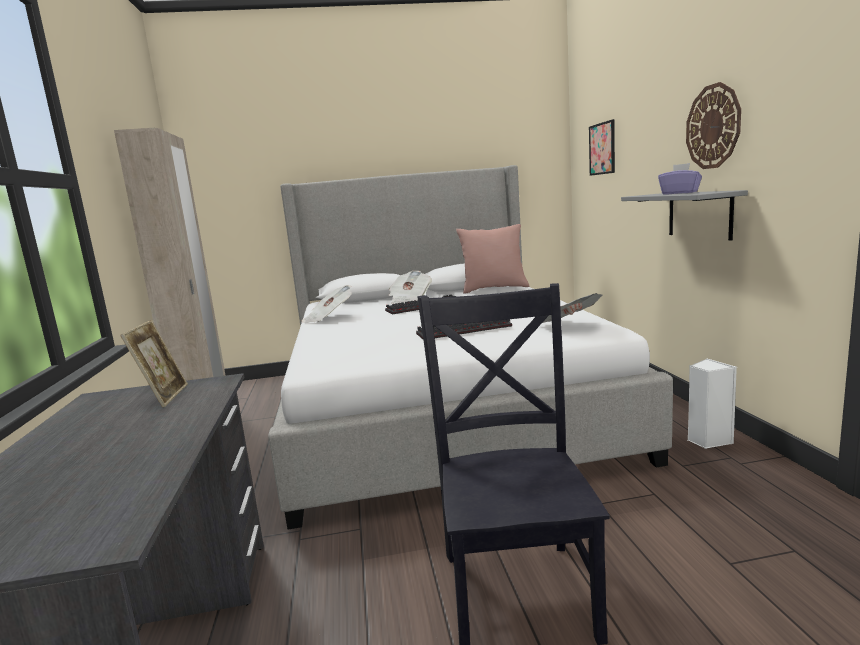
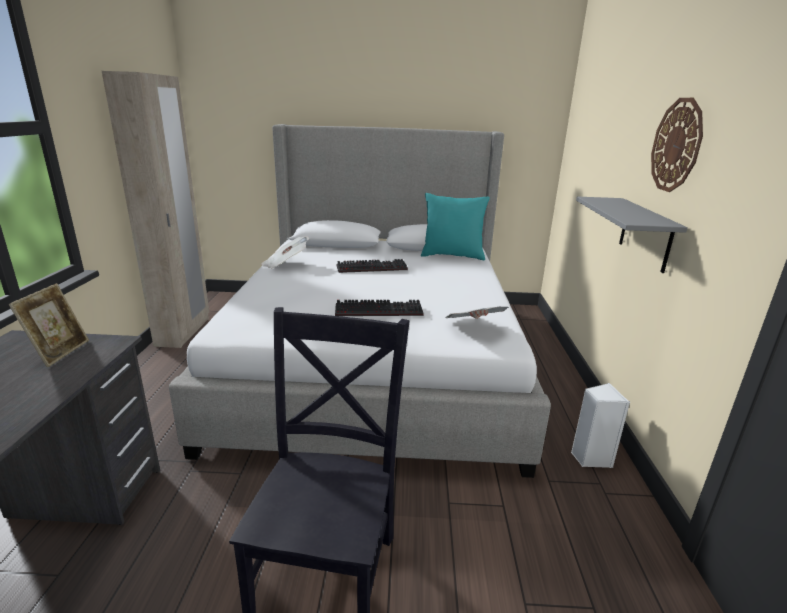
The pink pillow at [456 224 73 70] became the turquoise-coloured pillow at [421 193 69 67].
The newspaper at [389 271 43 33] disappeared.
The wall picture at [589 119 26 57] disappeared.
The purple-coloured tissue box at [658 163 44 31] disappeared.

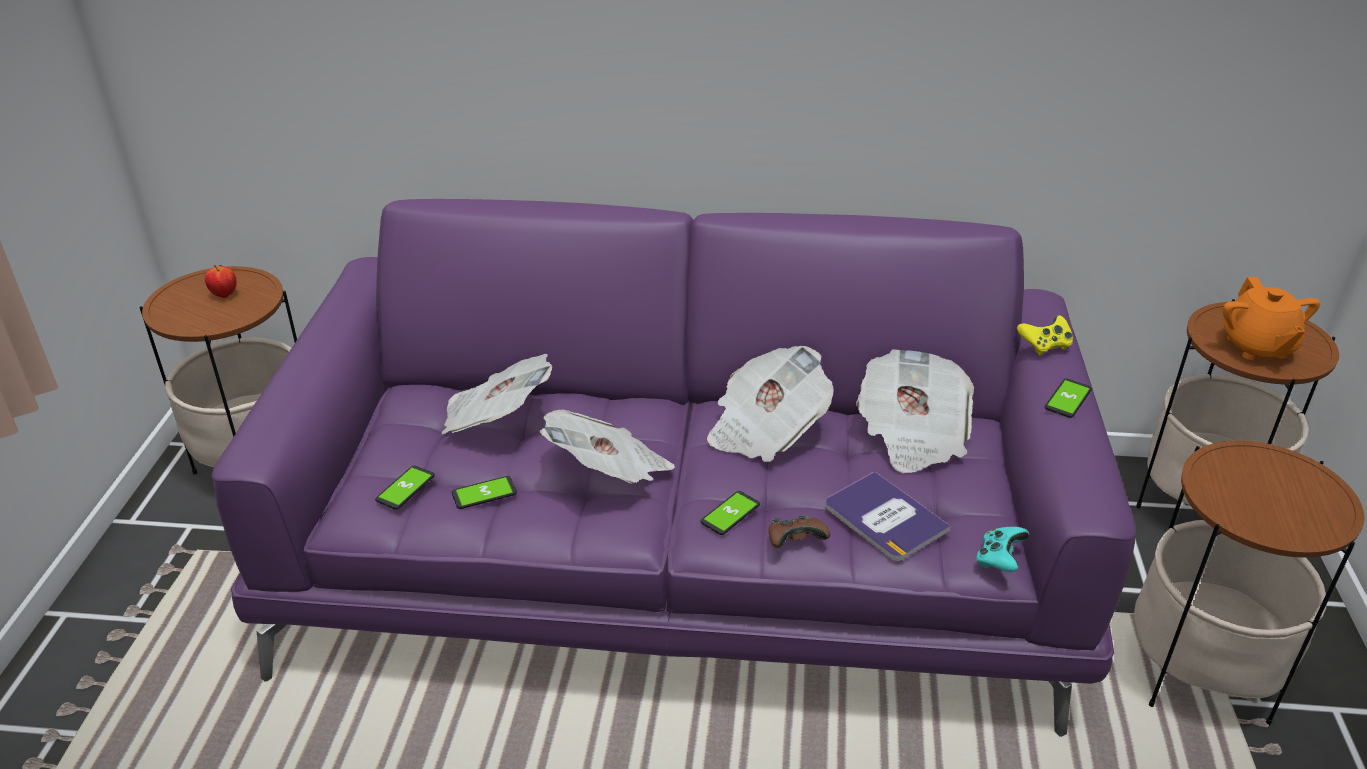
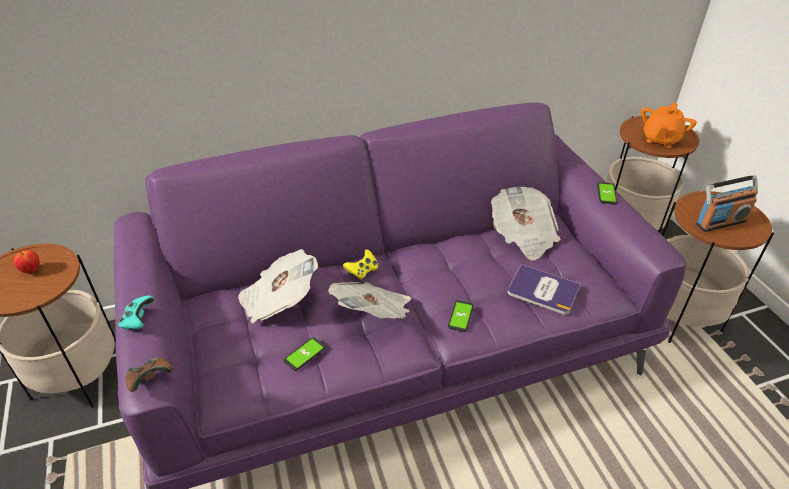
The turquoise-coloured game controller moved from [976 527 53 45] to [118 296 36 33].
The brownish game controller moved from [769 516 61 32] to [126 357 47 35].
The yellow-coloured game controller moved from [1017 315 56 41] to [343 249 35 31].
The orange-coloured pot for tea at [1223 277 97 83] turned 60 degrees clockwise.
The radio set at [696 175 62 57] appeared.
The handset at [375 466 60 43] disappeared.
The newspaper at [707 346 127 116] disappeared.

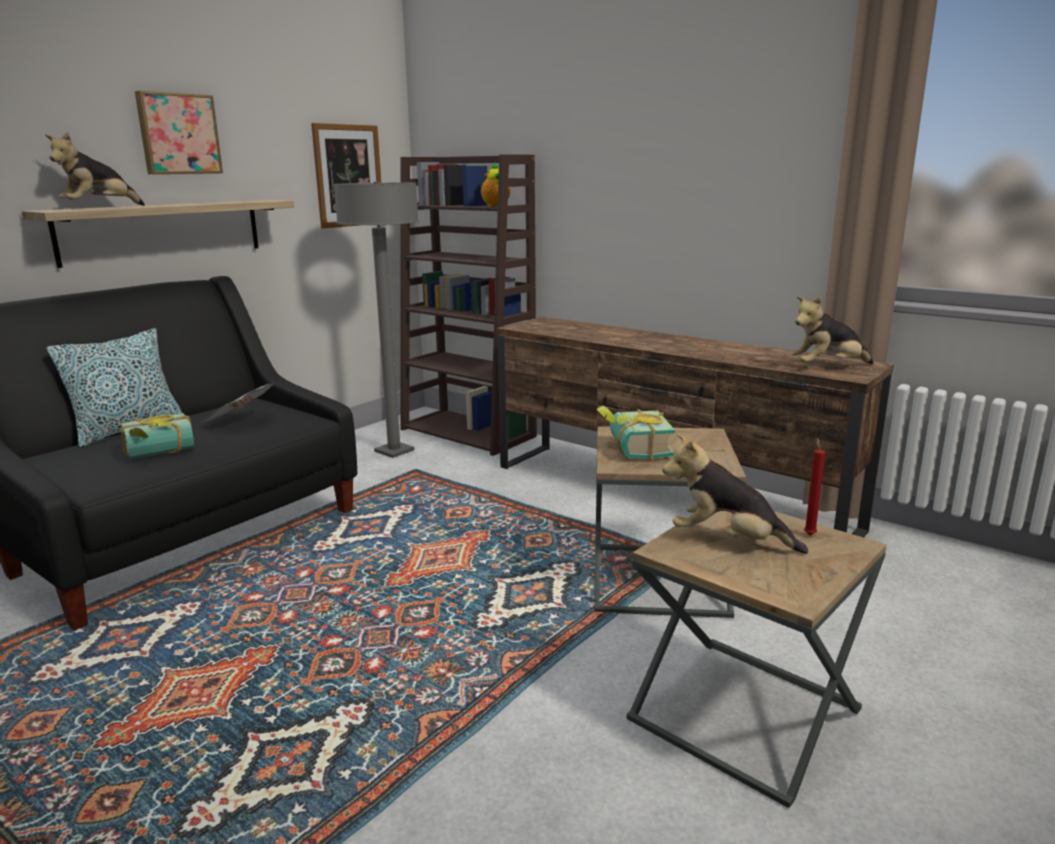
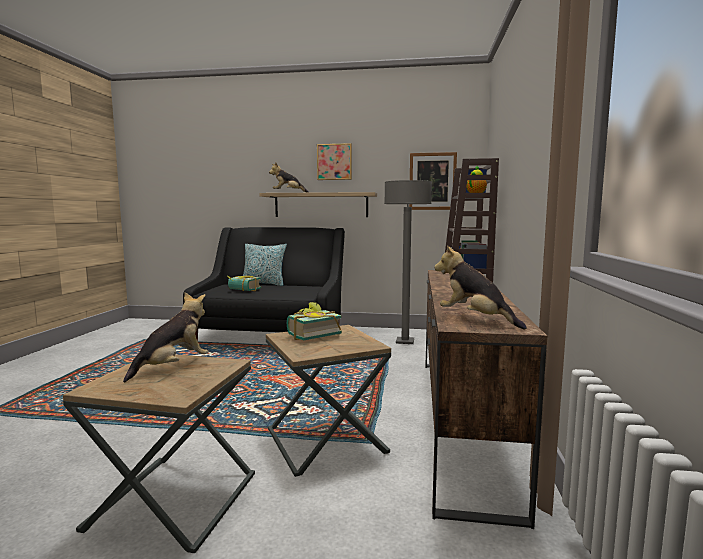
The cuddly toy at [662 434 146 120] turned 45 degrees clockwise.
The newspaper at [201 383 73 40] disappeared.
The reddish candle at [804 438 21 97] disappeared.

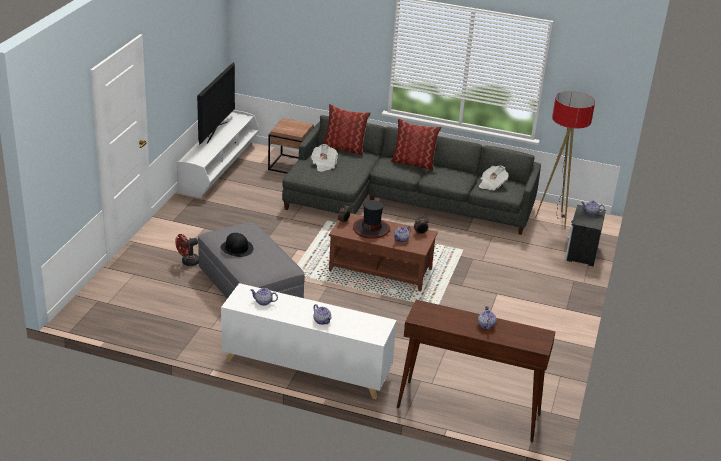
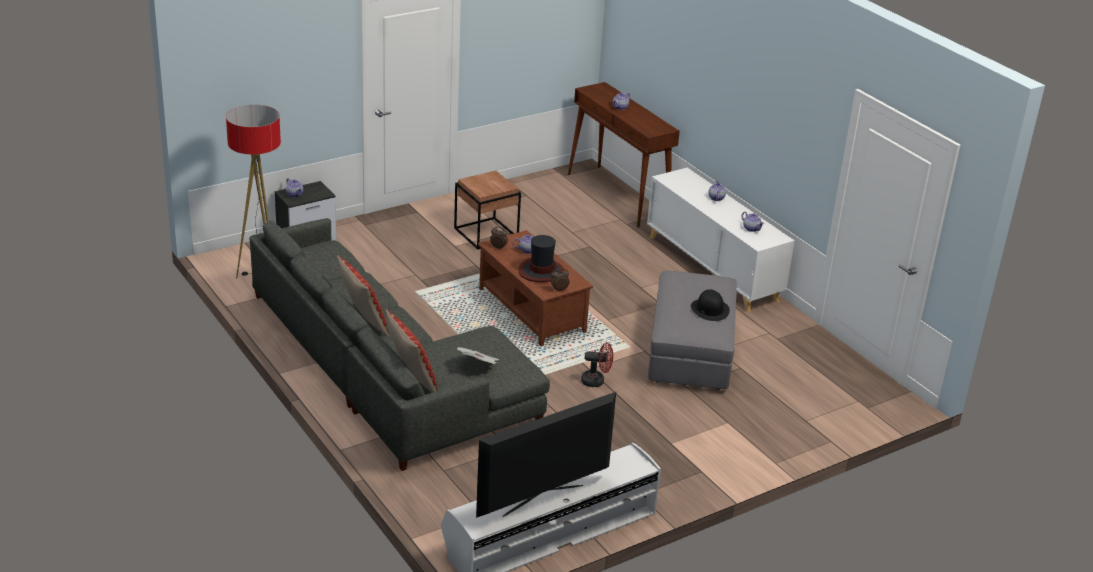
The brownish end table moved from [268 118 47 56] to [454 170 67 80].
The reddish electric fan moved from [175 234 24 32] to [581 342 32 45].
The newspaper at [479 166 30 25] disappeared.

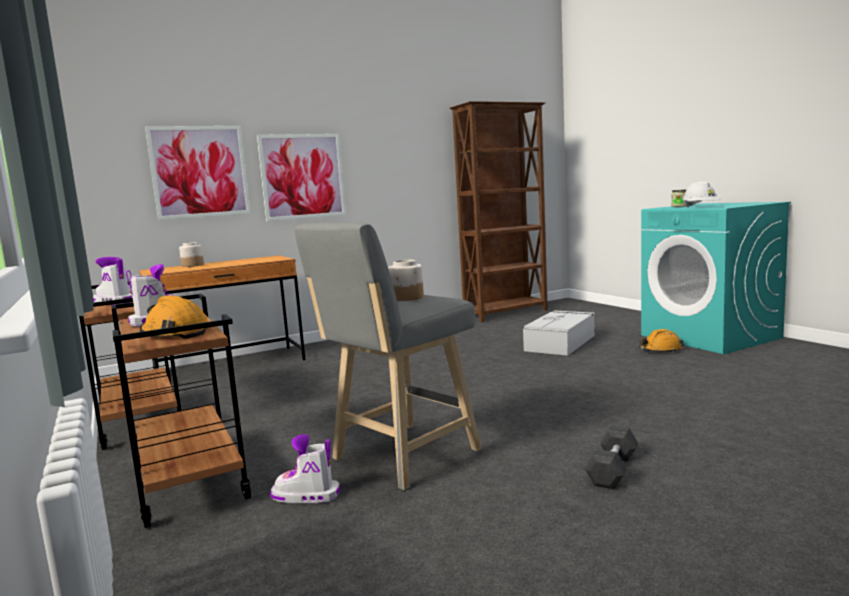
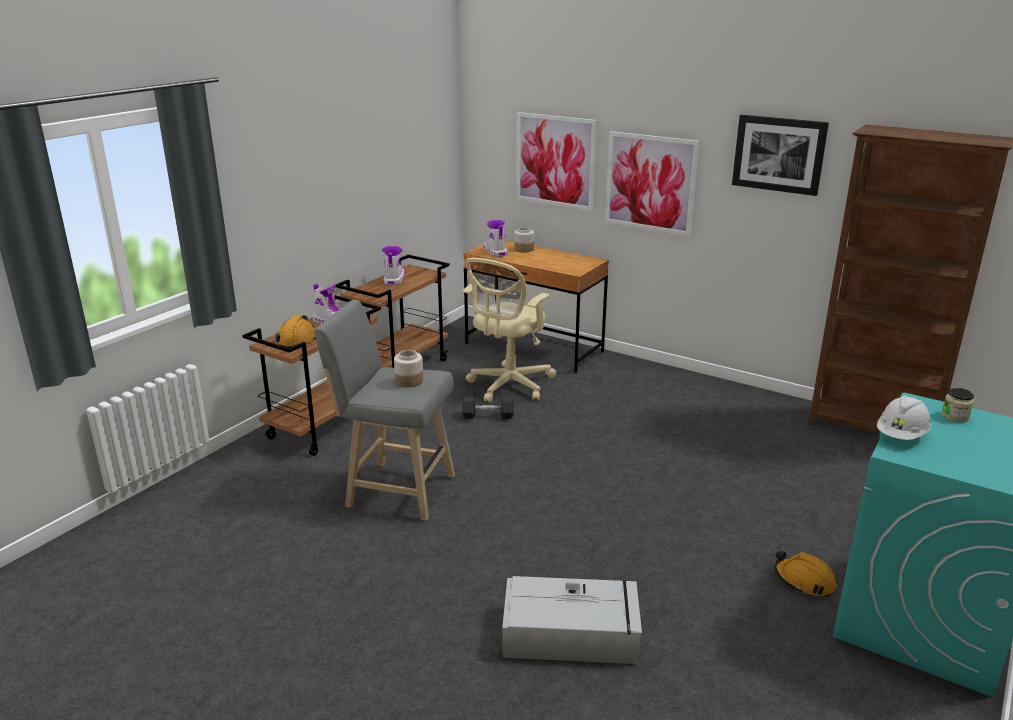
The gray free weight moved from [585 426 54 63] to [462 396 52 23].
The sand-coloured computer chair at [463 258 93 145] appeared.
The tall boot moved from [270 434 70 70] to [484 220 24 37].
The gray storage container moved from [523 310 72 46] to [502 576 140 88].
The wall picture at [732 115 97 81] appeared.

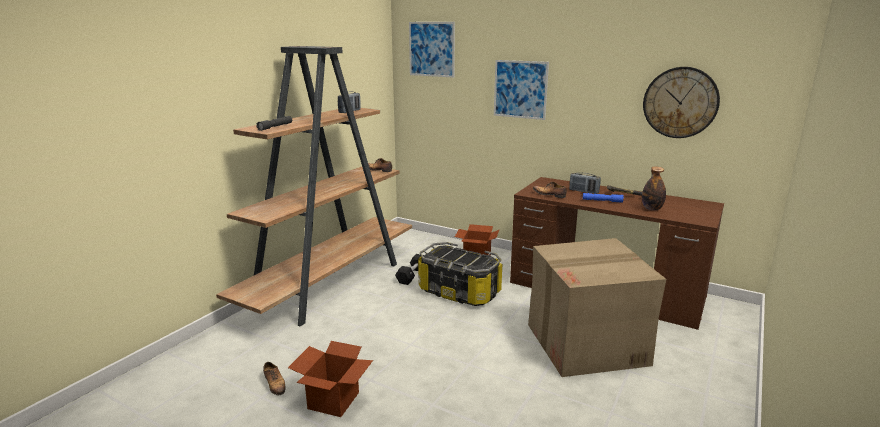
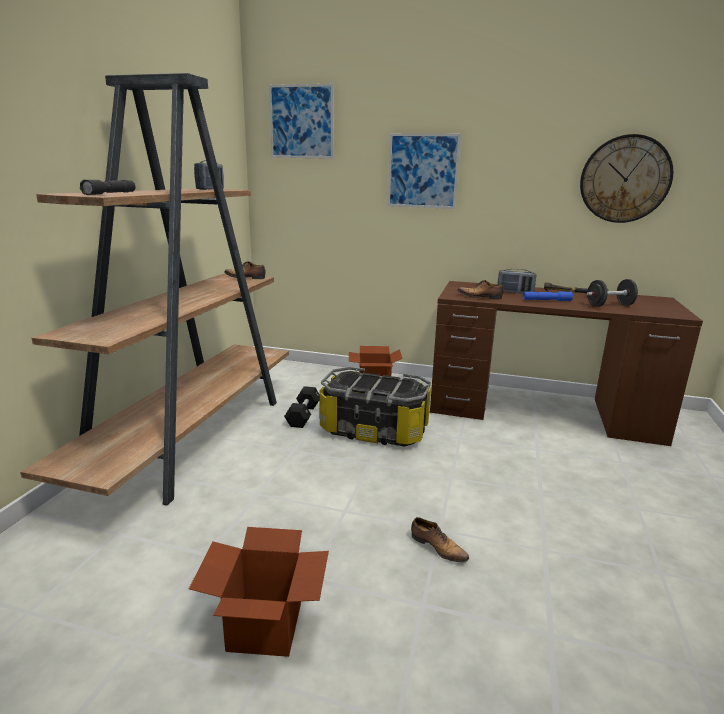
The low shoe moved from [263 362 23 34] to [411 517 58 46].
The beverage bottle at [642 166 24 44] was replaced by the black free weight at [587 279 51 28].
The carton at [528 238 138 139] disappeared.

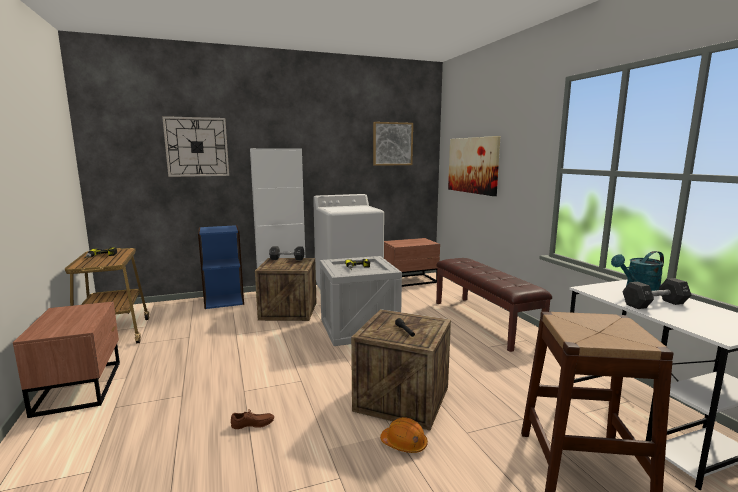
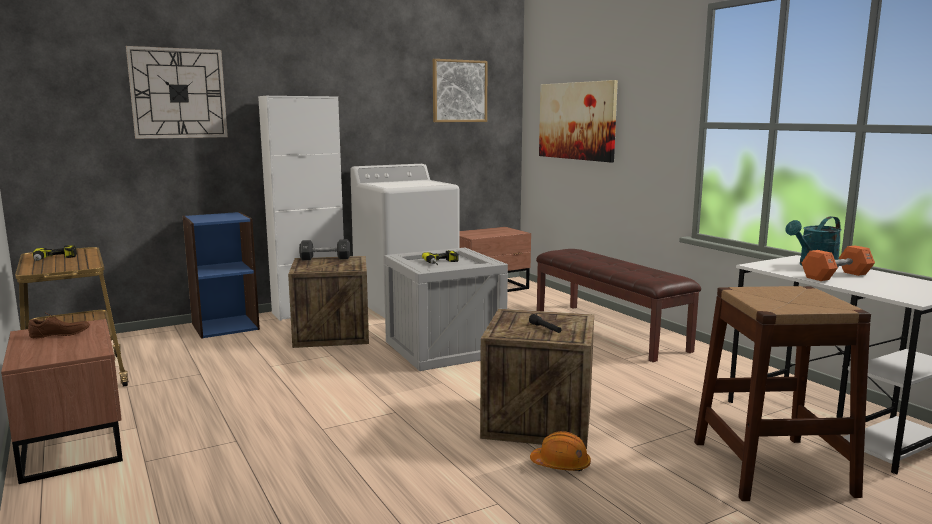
The brownish low shoe moved from [231 409 43 20] to [28 313 62 25].
The black free weight at [622 278 69 31] became the orange-coloured free weight at [802 245 73 36].

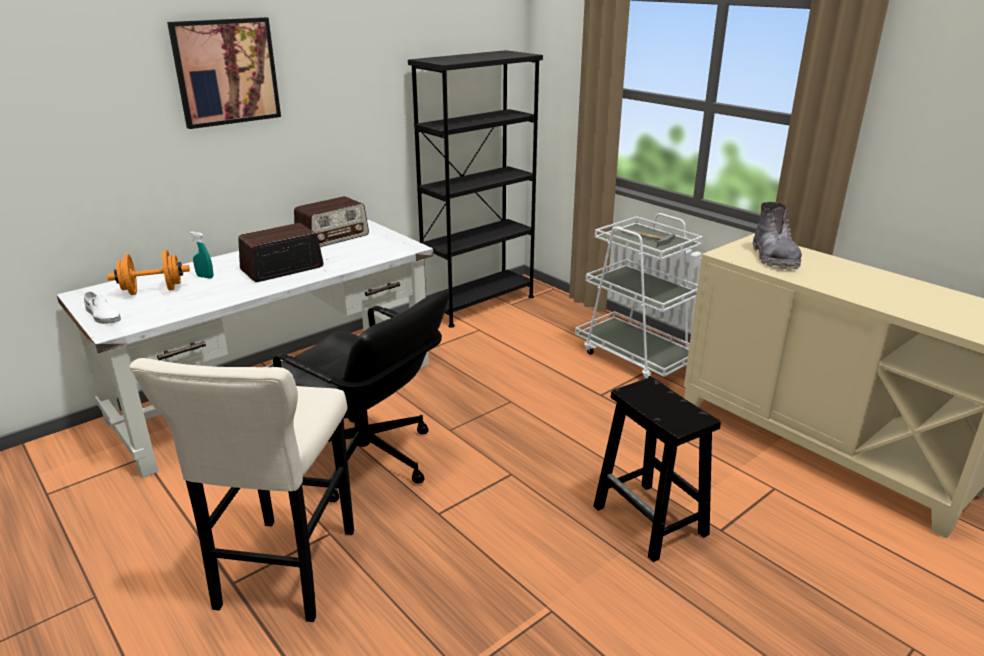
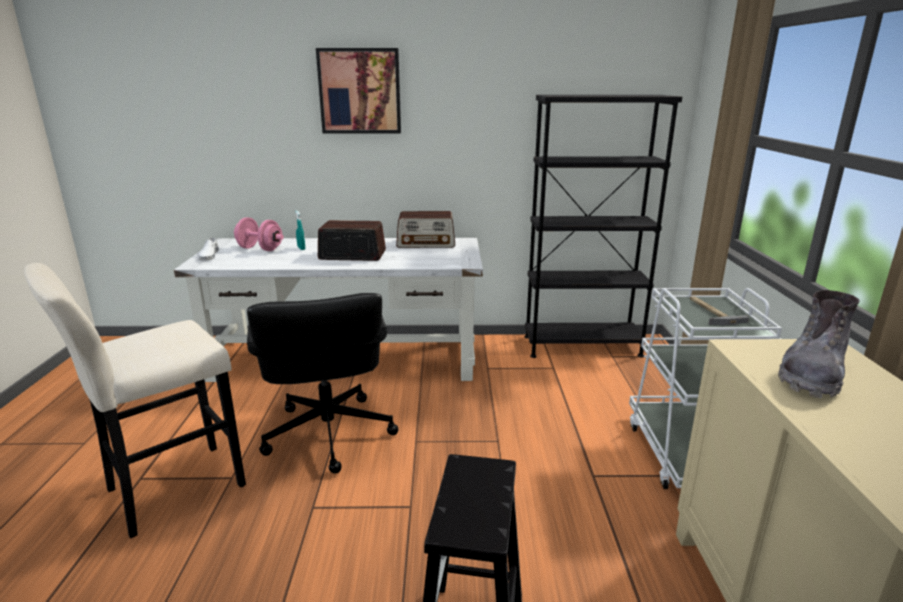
The orange-coloured free weight at [107 250 83 45] became the pink free weight at [234 217 50 34].

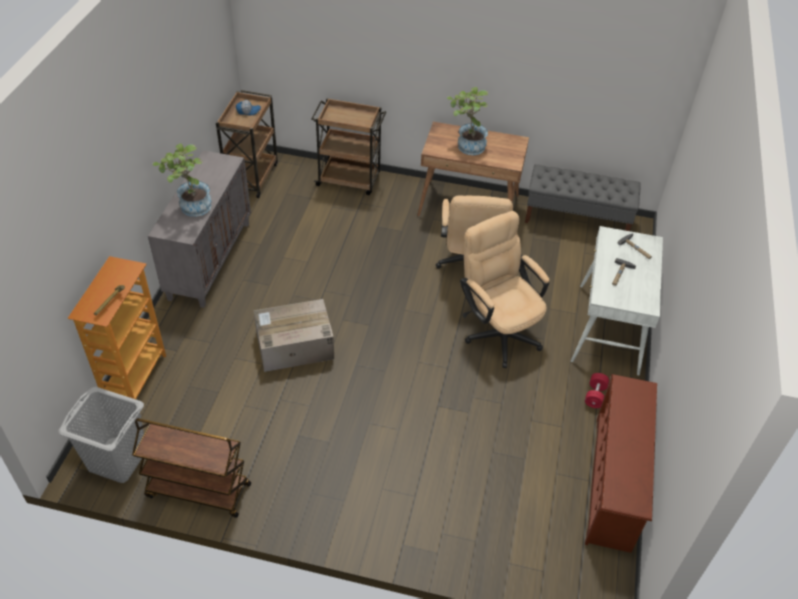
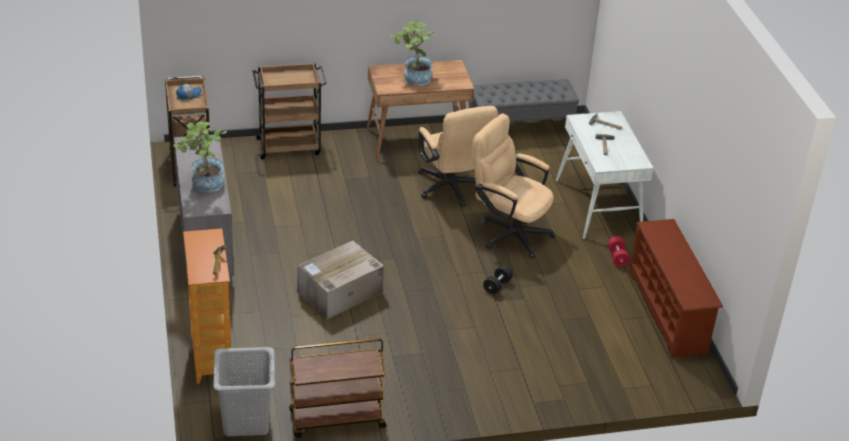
The black free weight at [483 265 30 29] appeared.

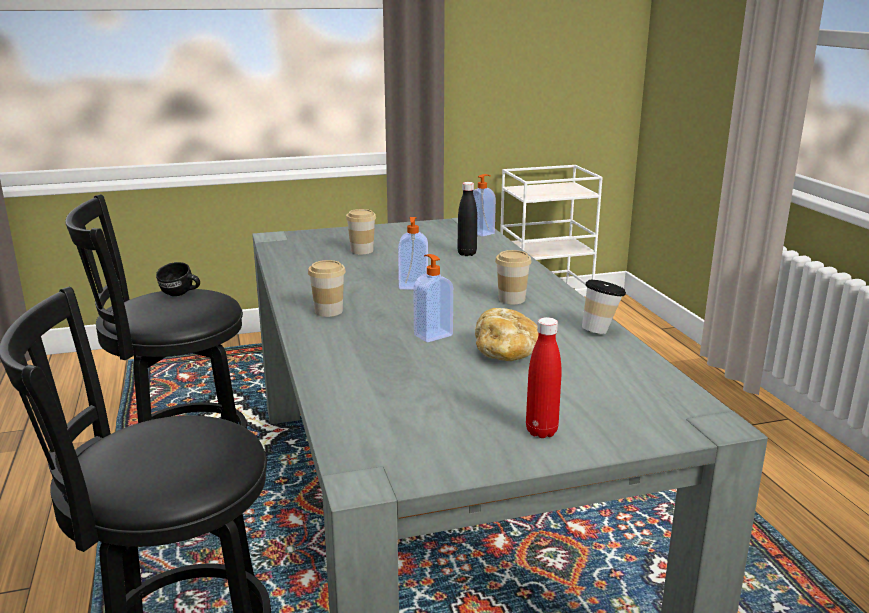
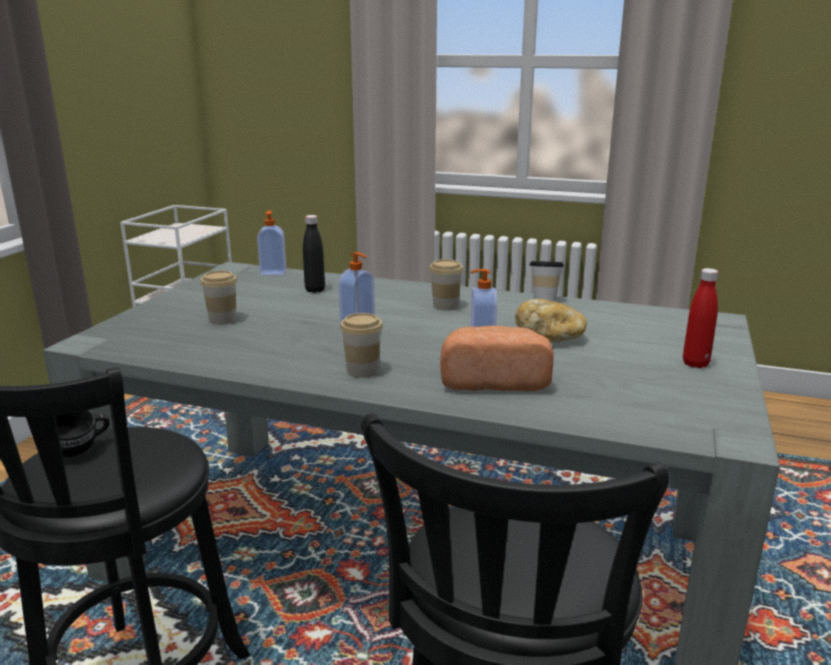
The baked bread at [440 326 114 65] appeared.

